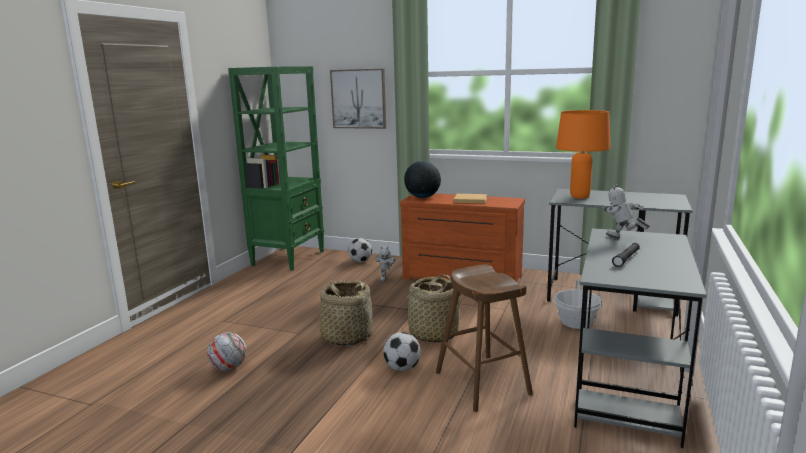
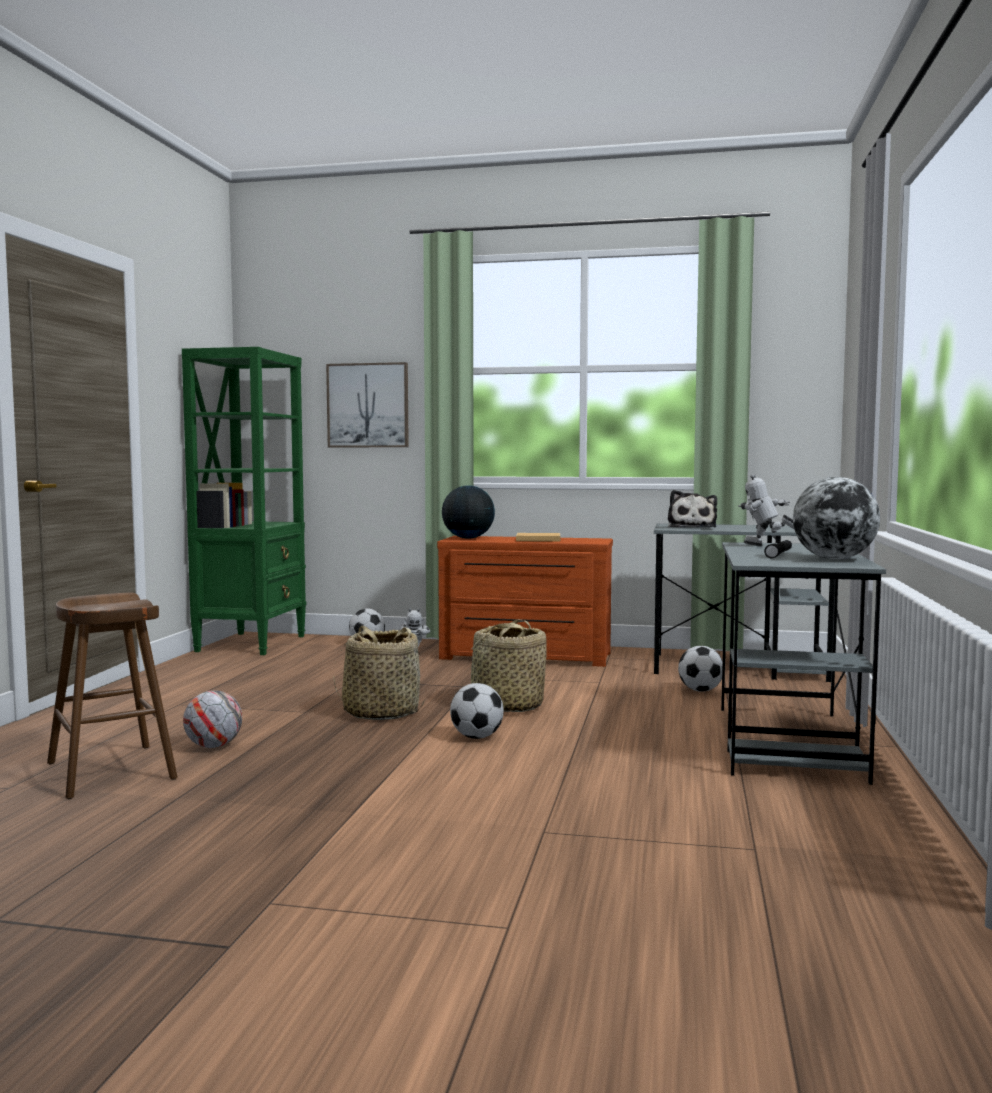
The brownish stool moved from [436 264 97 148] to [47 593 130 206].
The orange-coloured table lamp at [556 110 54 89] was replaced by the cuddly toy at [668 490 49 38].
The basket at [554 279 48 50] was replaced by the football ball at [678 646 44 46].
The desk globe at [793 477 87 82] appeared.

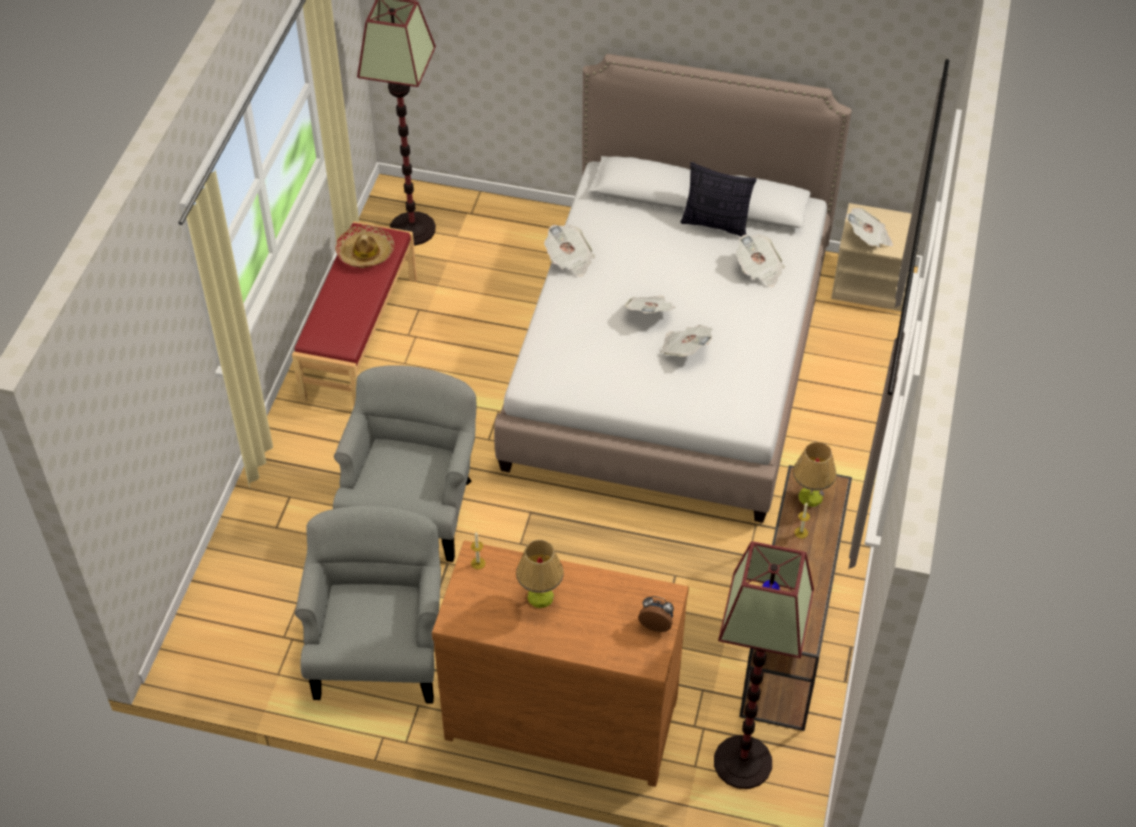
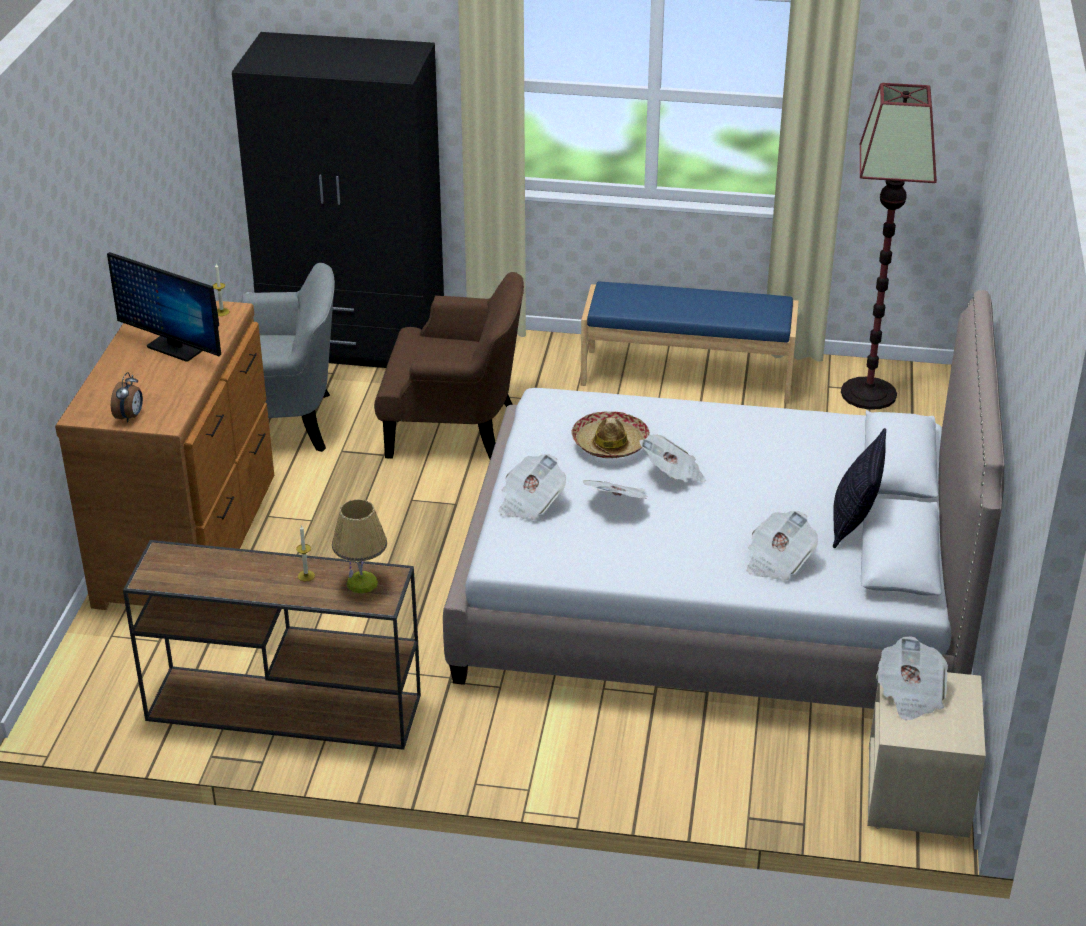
The table lamp at [516 540 48 68] was replaced by the computer screen at [107 252 114 110].
The black clothes cupboard at [232 32 212 336] appeared.
The gray easy chair at [333 365 143 197] became the brownish easy chair at [374 272 150 187].
The newspaper moved from [544 224 51 53] to [499 454 67 66].
The hat moved from [335 225 60 43] to [571 411 79 47].
The reddish bench at [292 221 125 184] became the blue bench at [580 281 219 123].
The standard lamp at [714 542 100 247] disappeared.

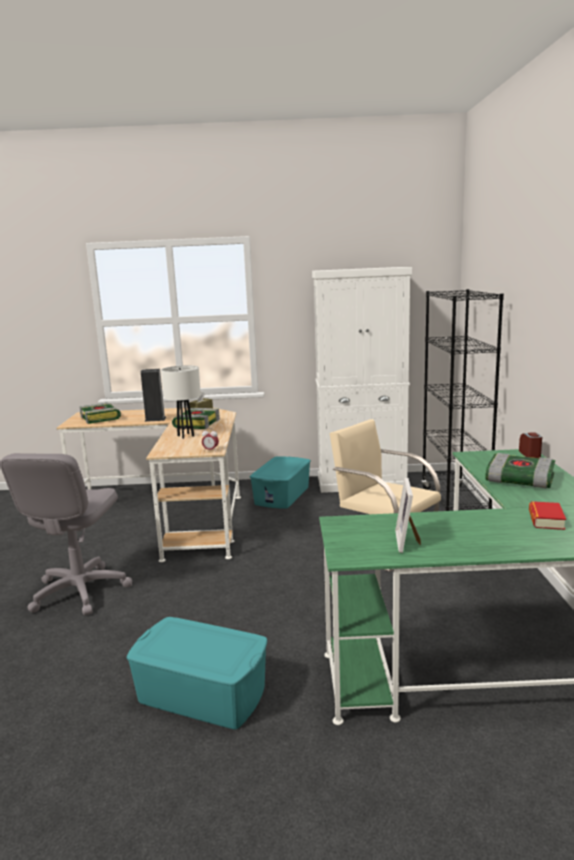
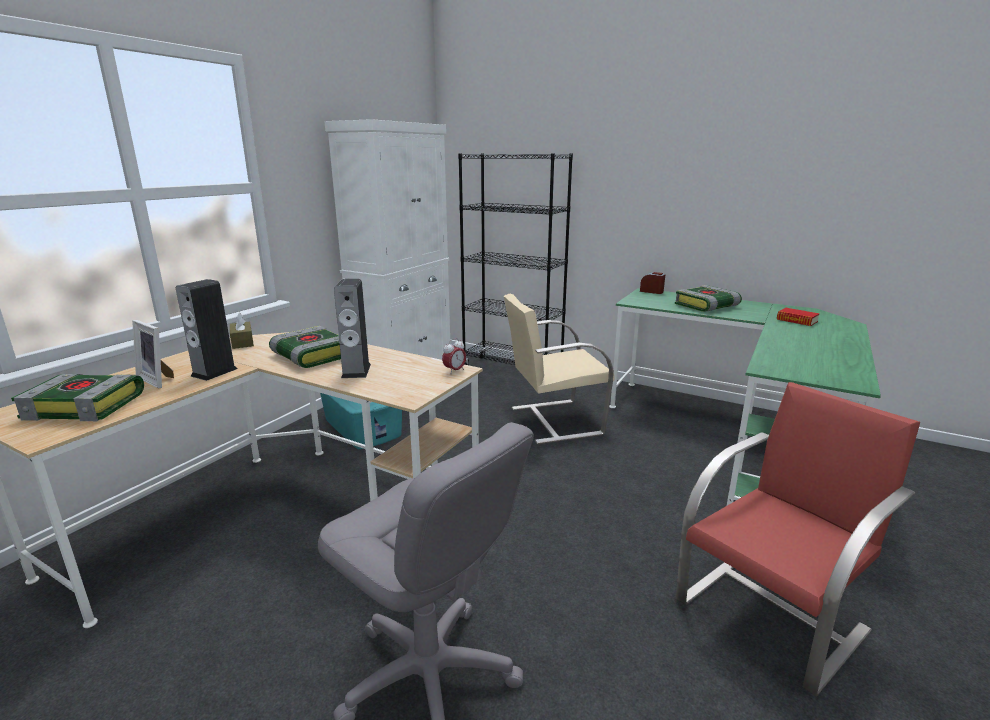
The picture frame moved from [395 478 26 75] to [132 320 42 68].
The white table lamp at [161 365 40 74] was replaced by the audio speaker at [334 279 37 99].
The turquoise-coloured storage container at [127 617 140 112] was replaced by the reddish upright chair at [676 382 244 314].

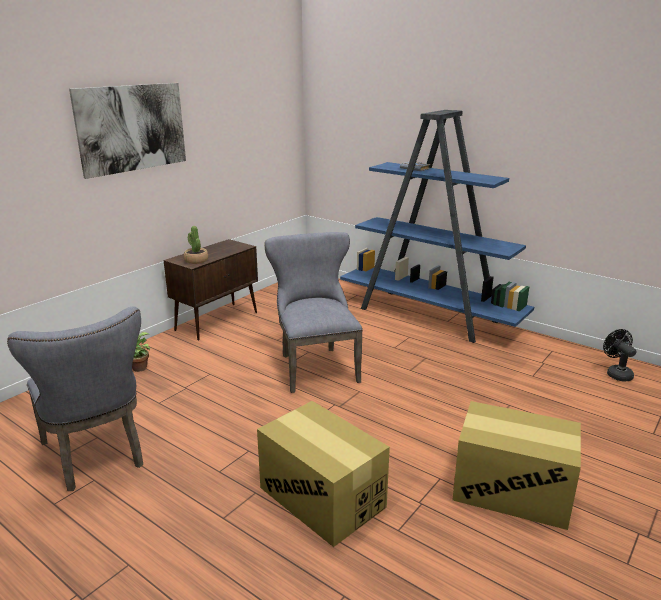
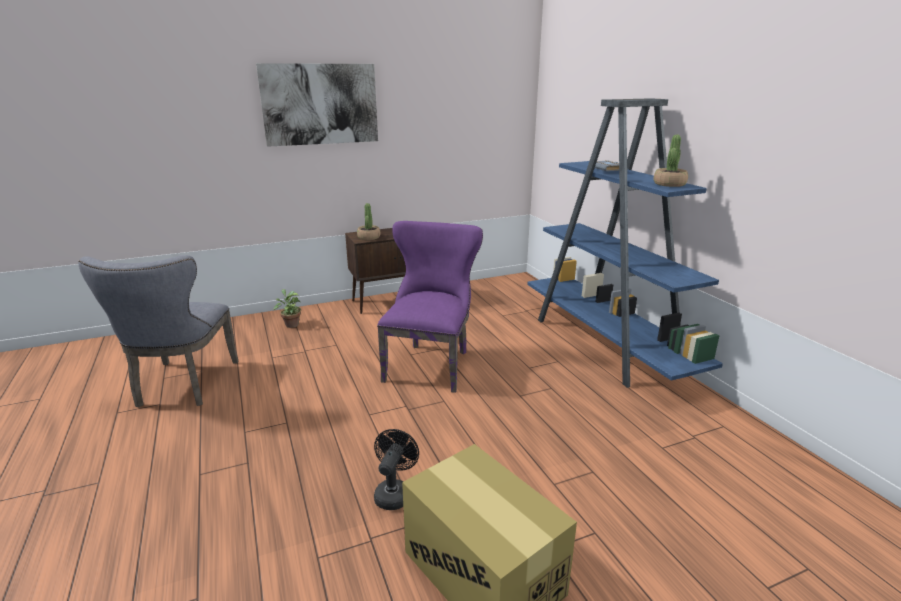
The black electric fan moved from [603 329 33 53] to [374 429 45 81].
The gray upright chair at [265 232 98 161] became the purple-coloured upright chair at [377 221 106 172].
The potted plant at [654 134 34 53] appeared.
The carton at [257 401 133 146] disappeared.

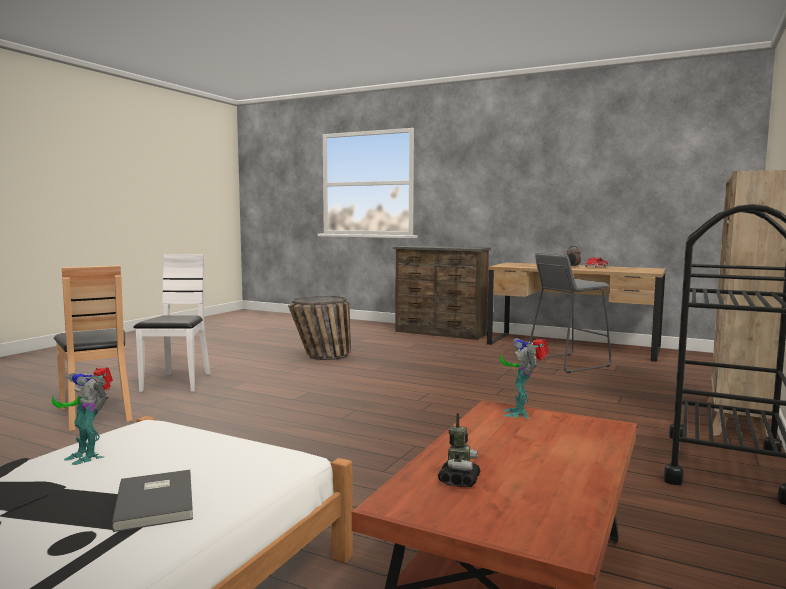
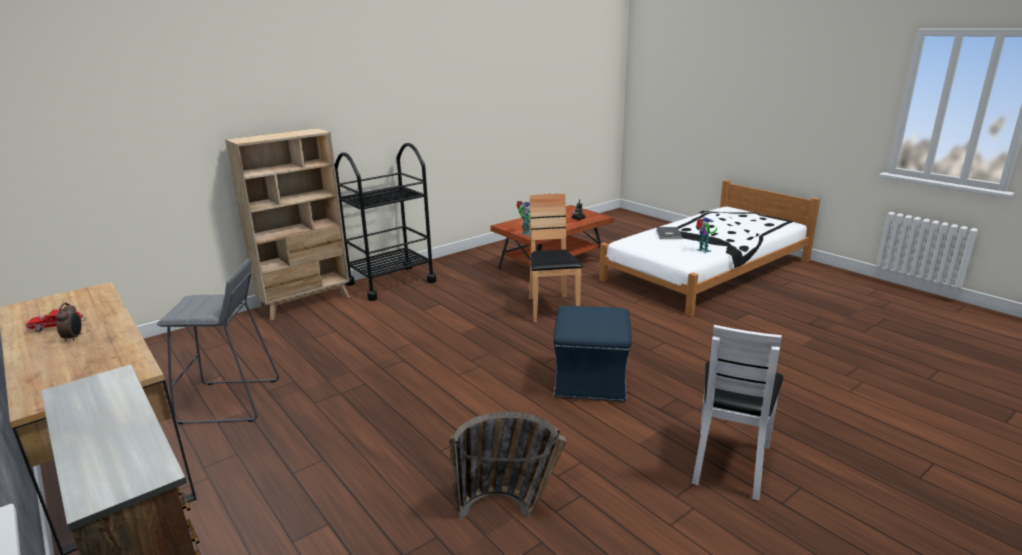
The brownish upright chair moved from [54 265 79 166] to [528 193 55 129].
The blue ottoman at [553 306 79 96] appeared.

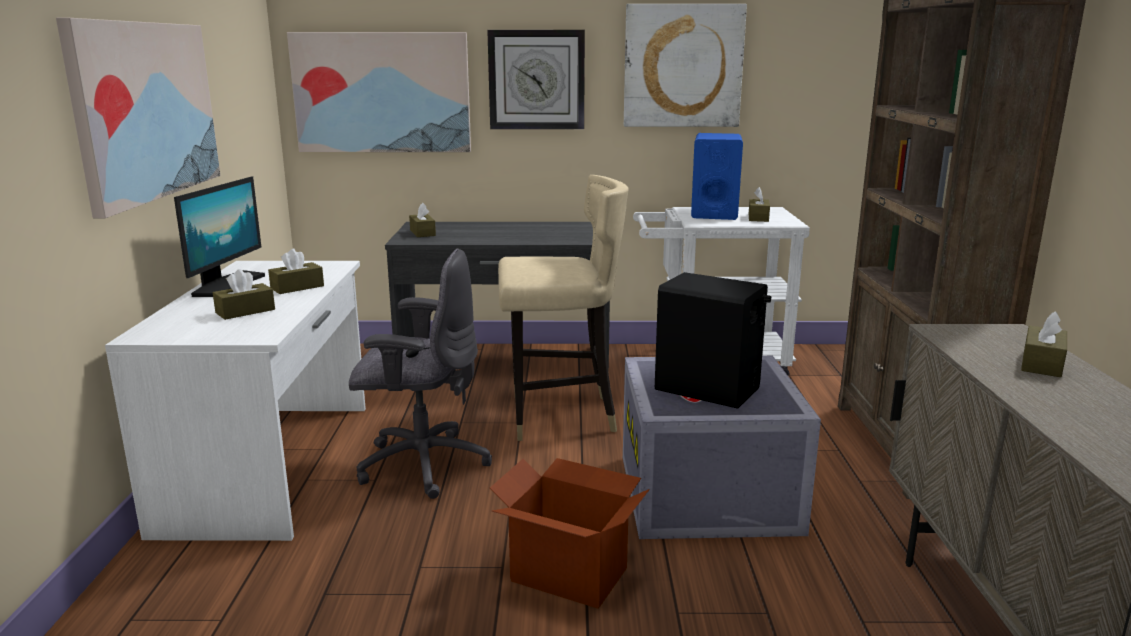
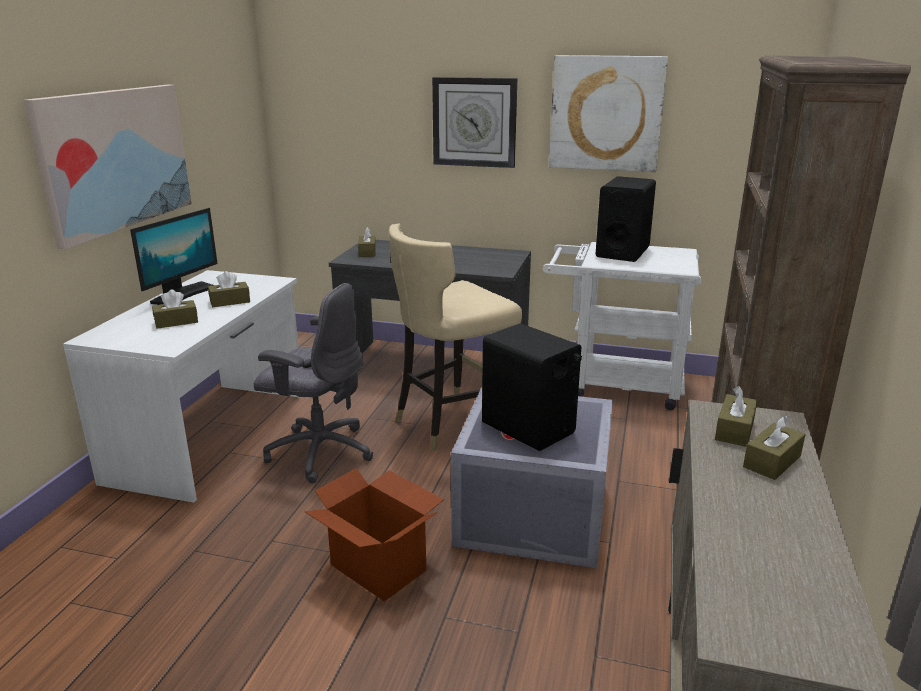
The sand-coloured upright chair at [498 175 131 266] turned 135 degrees clockwise.
The blue audio speaker at [691 133 52 87] became the black audio speaker at [596 176 60 86].
The brownish tissue box moved from [749 187 21 35] to [715 386 42 61].
The wall picture at [287 32 184 120] disappeared.

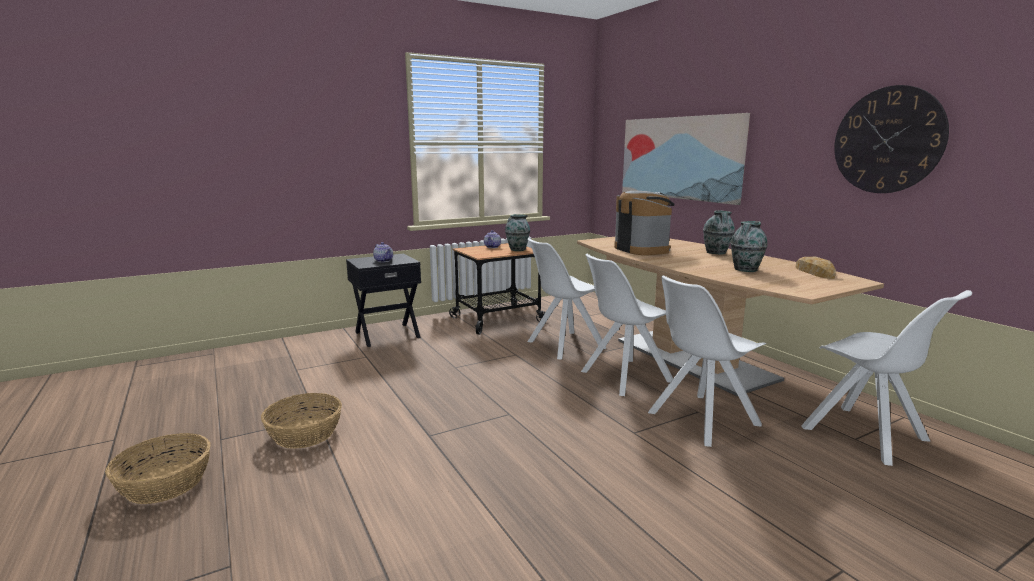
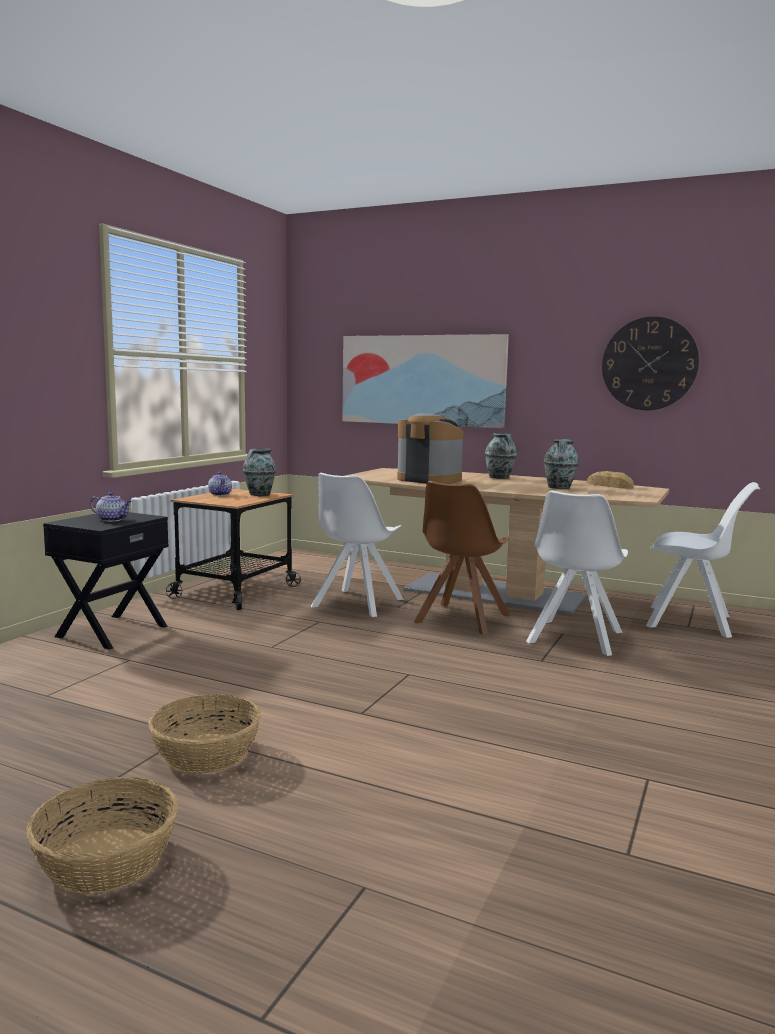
The white upright chair at [581 254 92 142] became the brownish upright chair at [414 481 96 154].

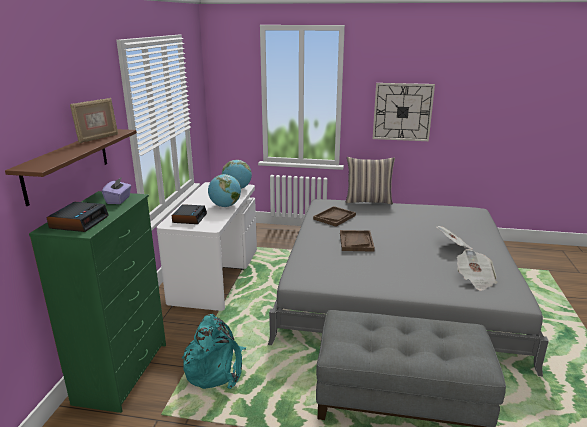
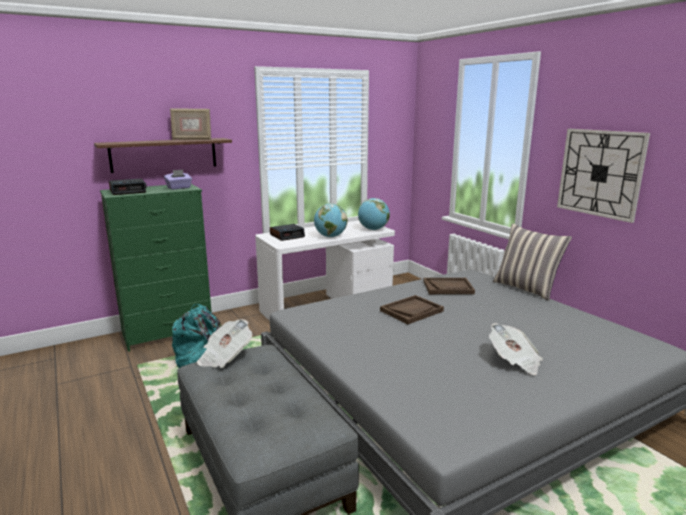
The newspaper moved from [457 249 40 42] to [197 319 55 49].

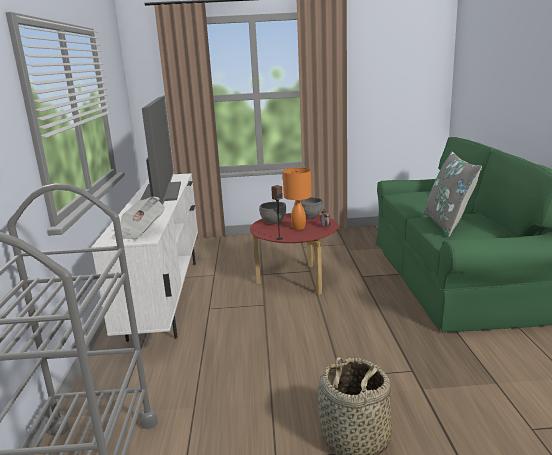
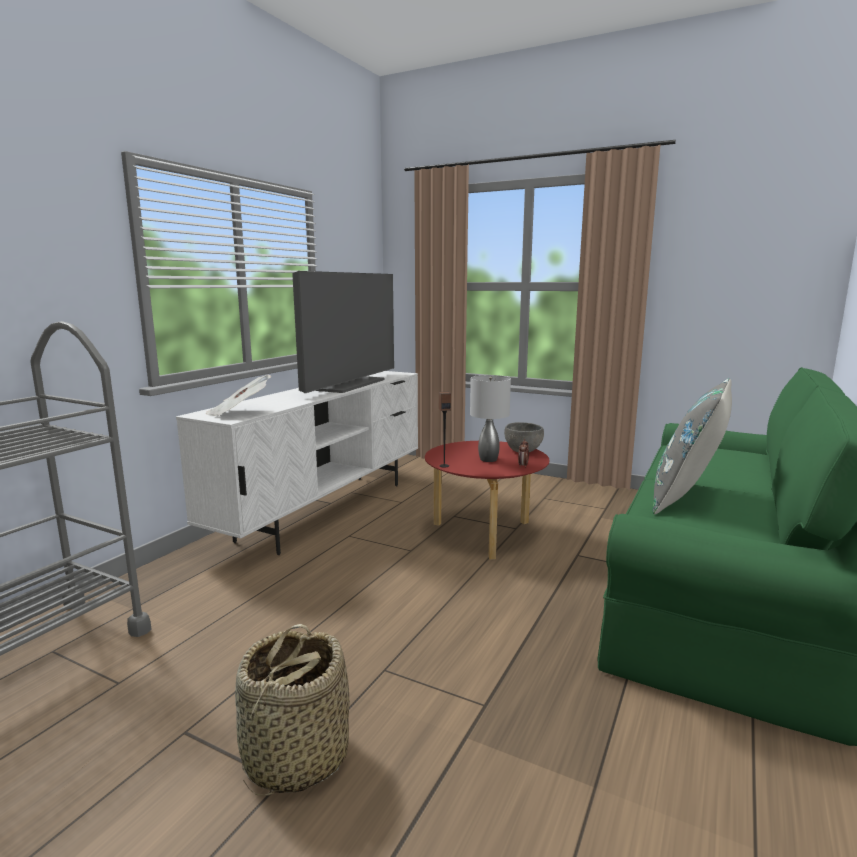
The orange-coloured table lamp at [282 168 30 62] became the gray table lamp at [470 375 41 87].
The gray deep dish at [259 202 27 22] disappeared.

